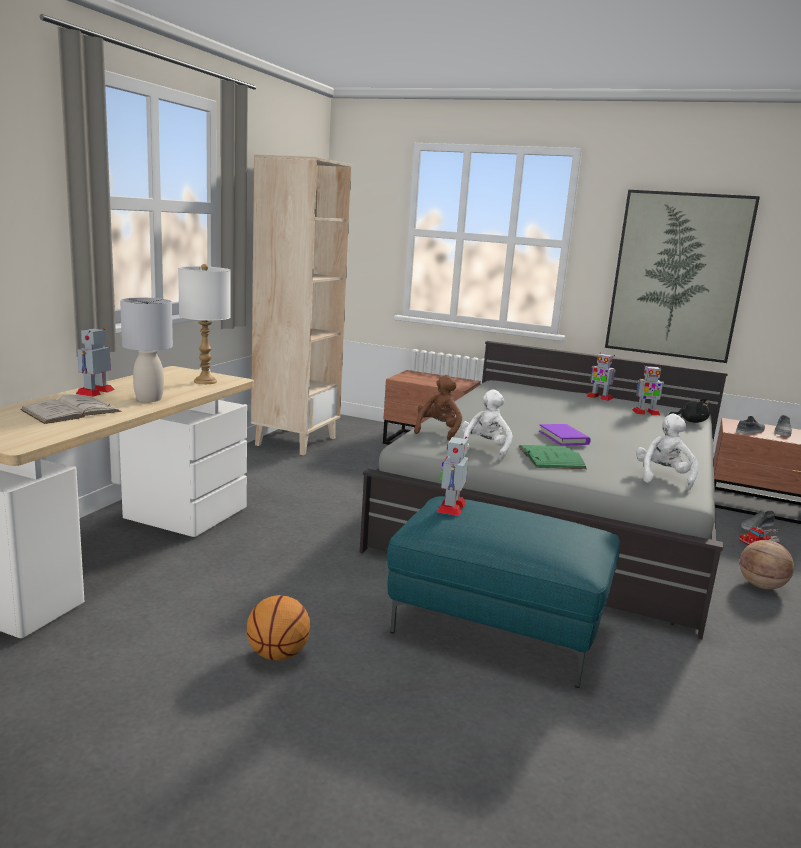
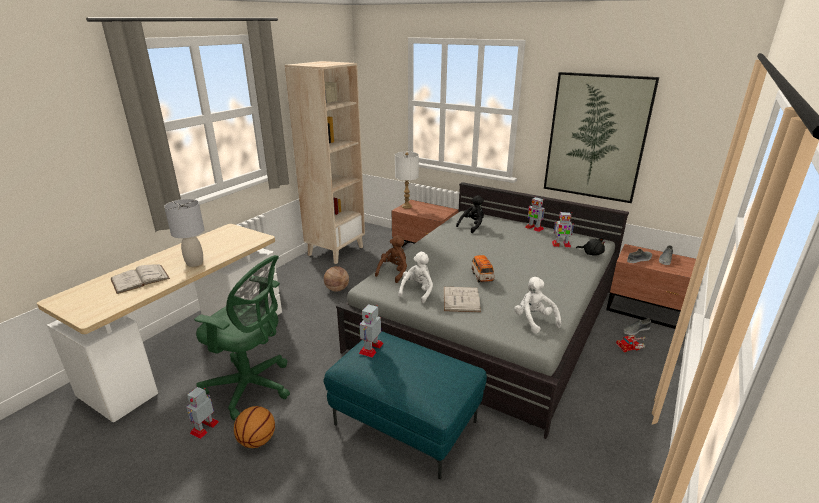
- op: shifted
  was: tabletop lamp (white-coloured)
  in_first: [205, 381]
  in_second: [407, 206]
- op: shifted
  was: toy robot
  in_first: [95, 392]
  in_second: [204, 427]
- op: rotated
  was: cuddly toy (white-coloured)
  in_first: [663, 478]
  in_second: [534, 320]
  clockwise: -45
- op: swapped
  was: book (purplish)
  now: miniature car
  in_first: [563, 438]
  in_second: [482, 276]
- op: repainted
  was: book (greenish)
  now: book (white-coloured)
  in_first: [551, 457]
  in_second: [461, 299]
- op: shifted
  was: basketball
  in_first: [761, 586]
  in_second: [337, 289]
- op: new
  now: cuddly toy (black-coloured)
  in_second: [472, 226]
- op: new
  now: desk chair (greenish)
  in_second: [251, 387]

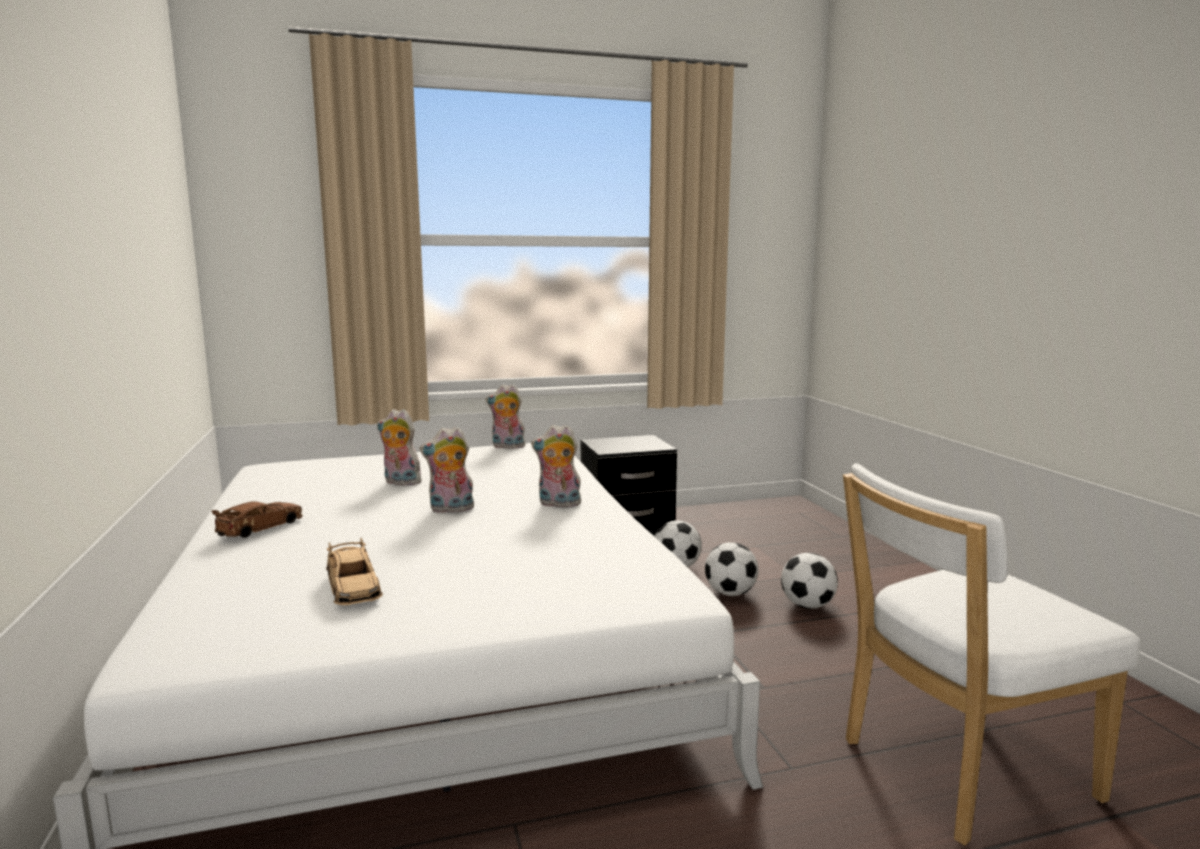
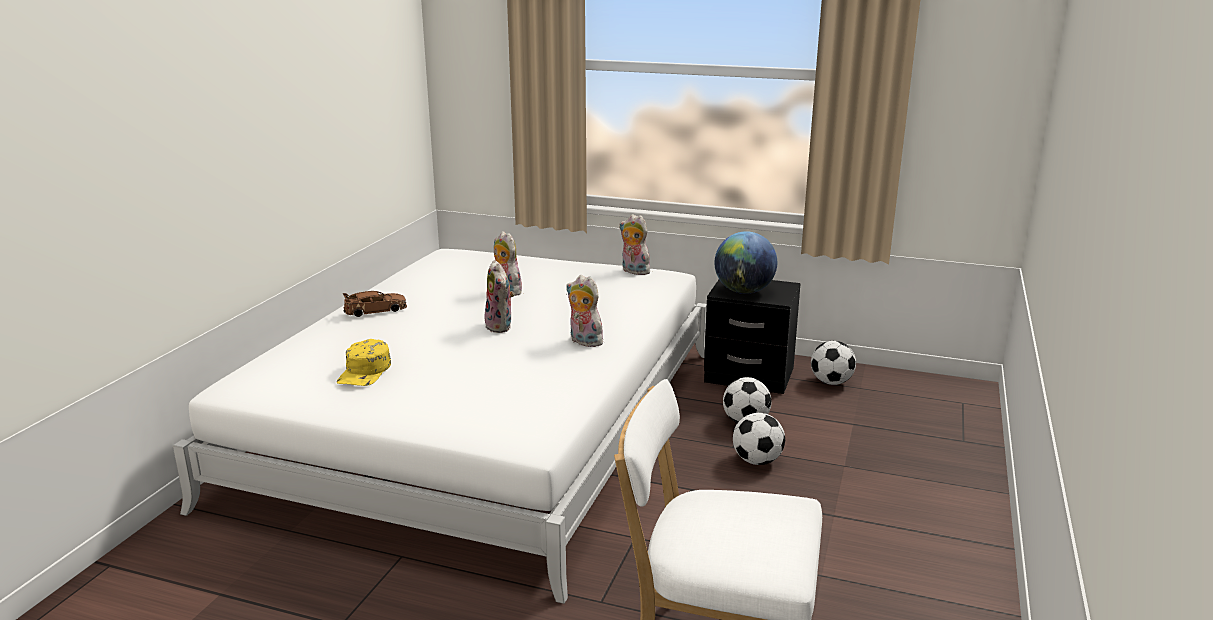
- op: rotated
  was: cuddly toy
  in_first: [450, 509]
  in_second: [501, 326]
  clockwise: -135
- op: swapped
  was: miniature car (beige-coloured)
  now: cap (yellowish)
  in_first: [353, 586]
  in_second: [365, 372]
- op: shifted
  was: ball for football
  in_first: [807, 605]
  in_second: [831, 382]
- op: new
  now: world globe
  in_second: [744, 291]

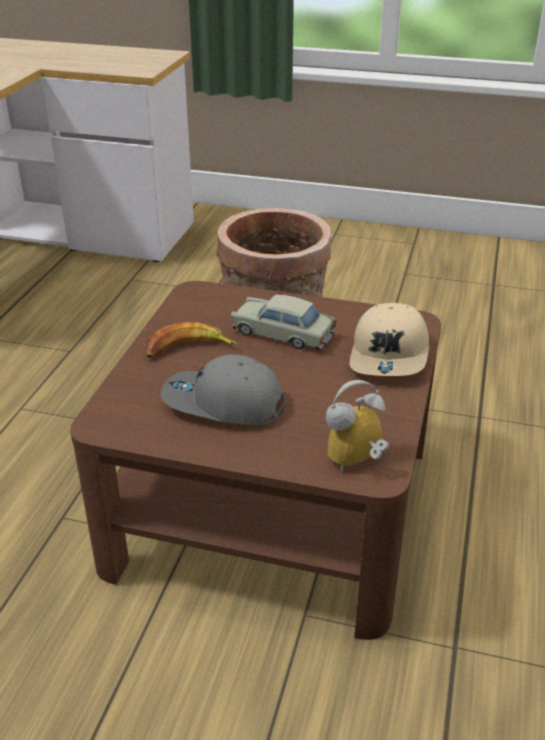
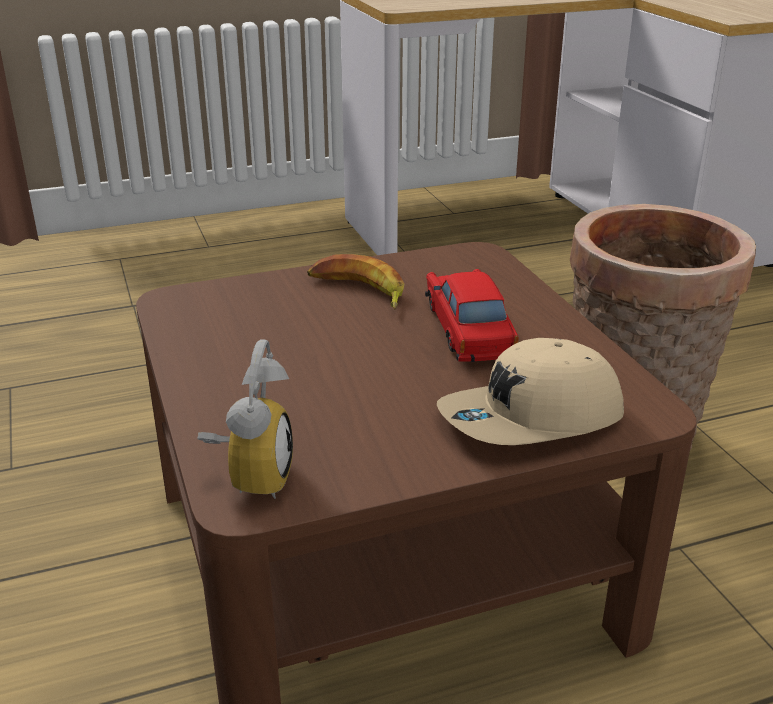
- op: repainted
  was: miniature car (beige-coloured)
  now: miniature car (reddish)
  in_first: [283, 334]
  in_second: [468, 330]
- op: gone
  was: cap (grey)
  in_first: [223, 404]
- op: rotated
  was: table clock
  in_first: [357, 463]
  in_second: [251, 476]
  clockwise: 75

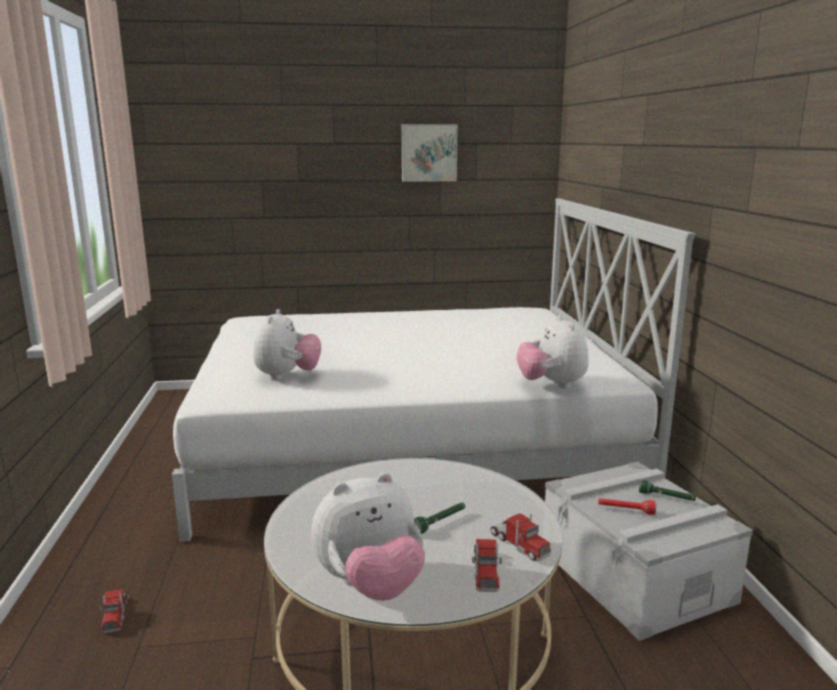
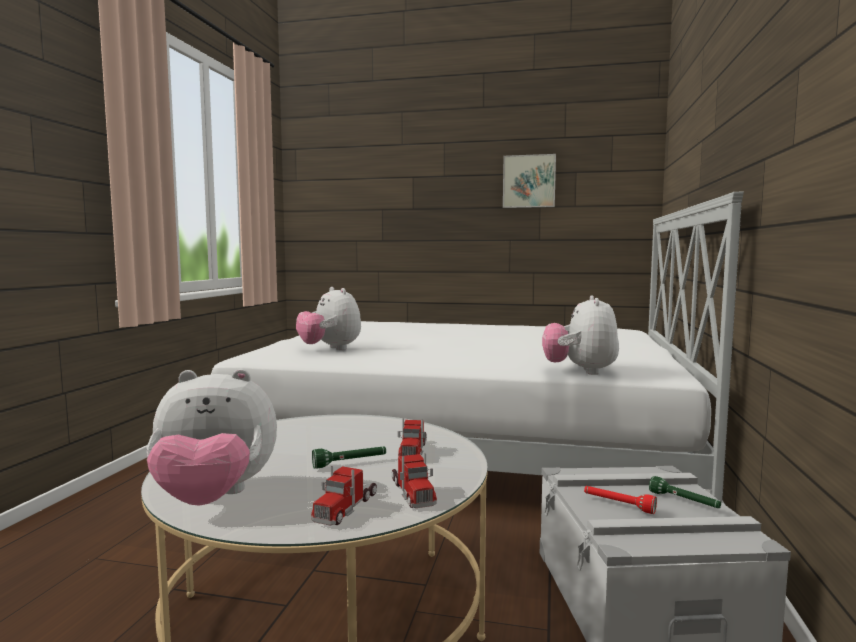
- op: rotated
  was: cuddly toy
  in_first: [287, 376]
  in_second: [330, 349]
  clockwise: 120
- op: shifted
  was: toy lorry
  in_first: [115, 615]
  in_second: [413, 450]

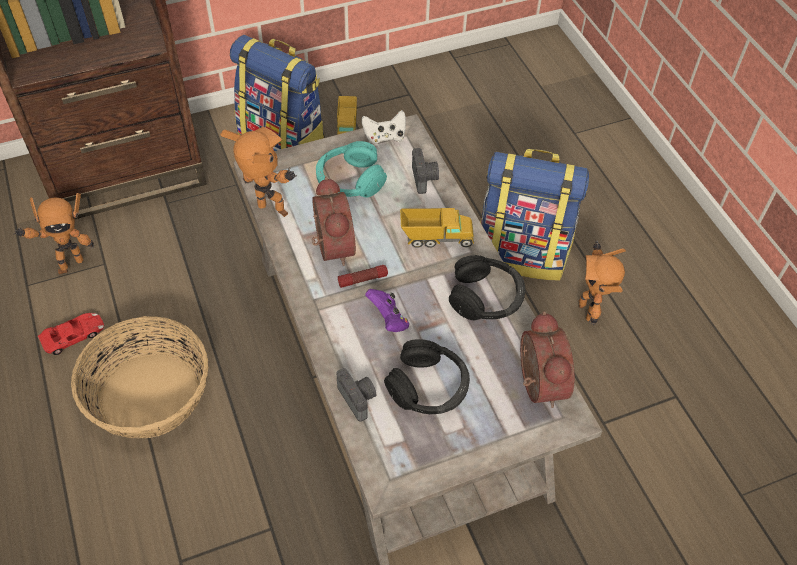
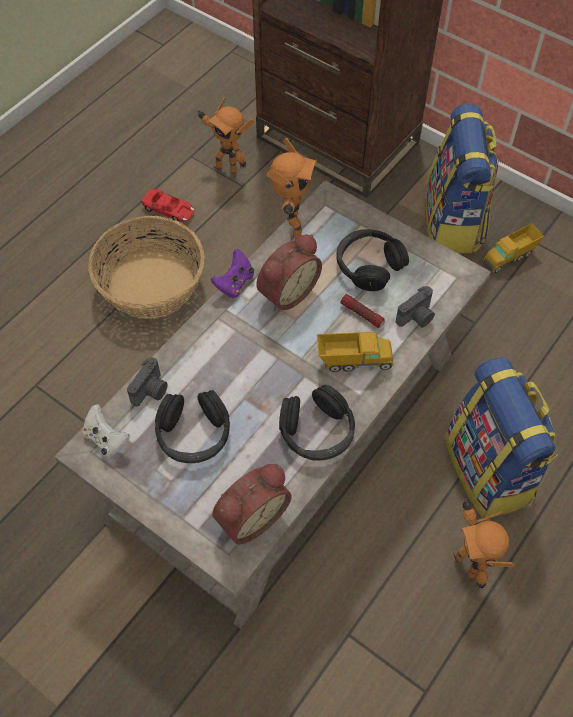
- op: shifted
  was: game controller (white-coloured)
  in_first: [384, 137]
  in_second: [106, 440]
- op: repainted
  was: headset (turquoise-coloured)
  now: headset (black-coloured)
  in_first: [349, 180]
  in_second: [369, 265]
- op: rotated
  was: toy lorry
  in_first: [436, 239]
  in_second: [354, 361]
  clockwise: -60
- op: rotated
  was: toy robot
  in_first: [589, 310]
  in_second: [467, 562]
  clockwise: -75
- op: shifted
  was: hand torch
  in_first: [363, 279]
  in_second: [362, 314]
- op: shifted
  was: game controller (purplish)
  in_first: [388, 319]
  in_second: [234, 283]

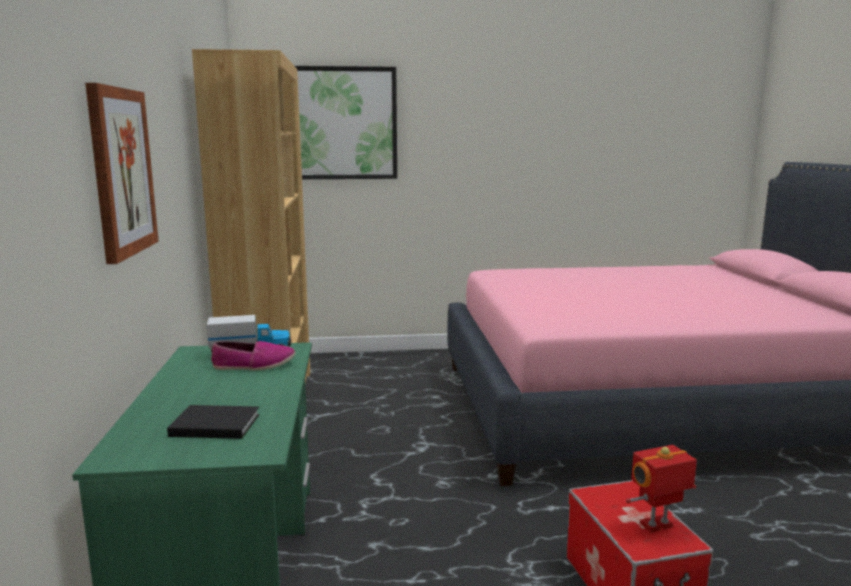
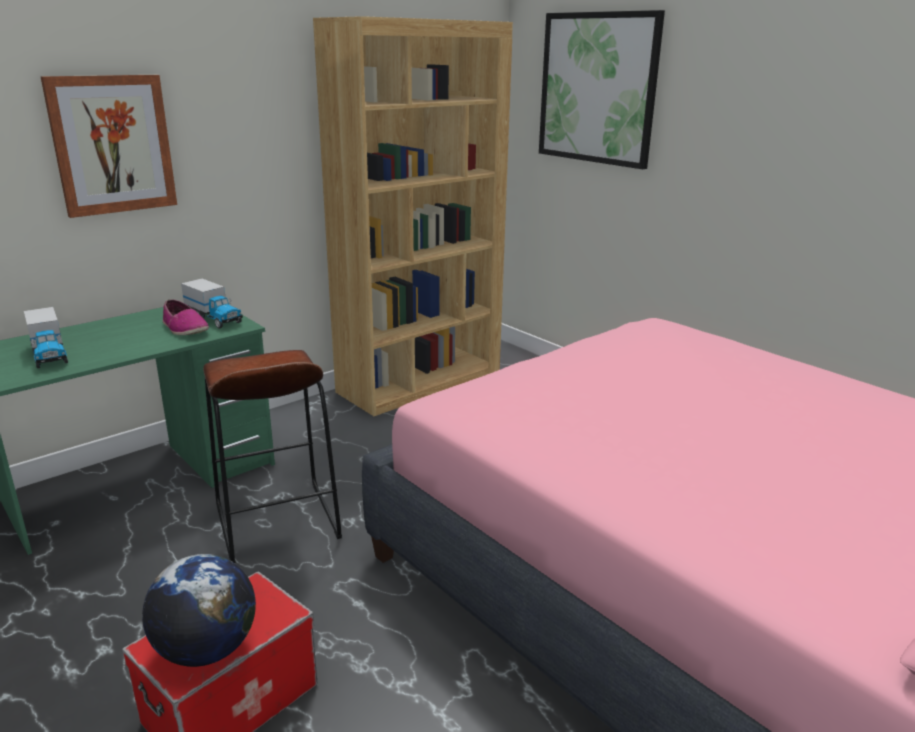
- op: swapped
  was: book (black-coloured)
  now: toy lorry
  in_first: [213, 425]
  in_second: [49, 355]
- op: swapped
  was: toy robot
  now: world globe
  in_first: [657, 526]
  in_second: [206, 649]
- op: new
  now: stool seat (brown)
  in_second: [276, 522]

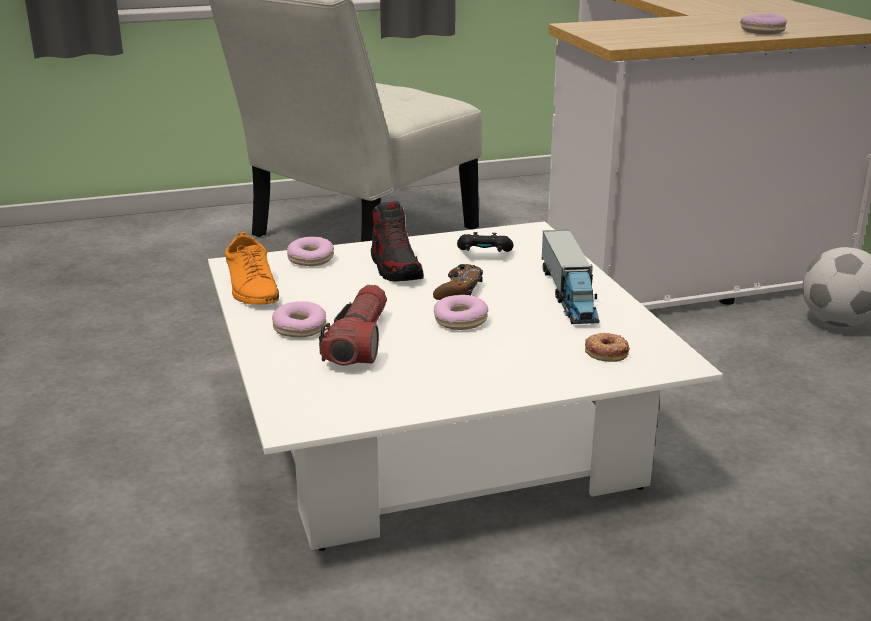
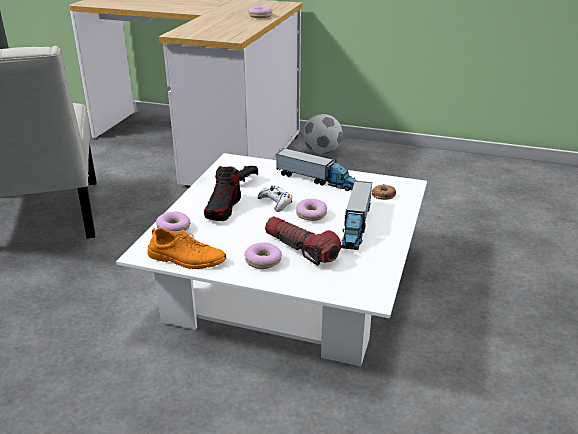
- op: rotated
  was: low shoe
  in_first: [395, 268]
  in_second: [223, 208]
  clockwise: 90
- op: repainted
  was: game controller (brown)
  now: game controller (white-coloured)
  in_first: [458, 290]
  in_second: [275, 202]
- op: new
  now: toy lorry
  in_second: [356, 225]

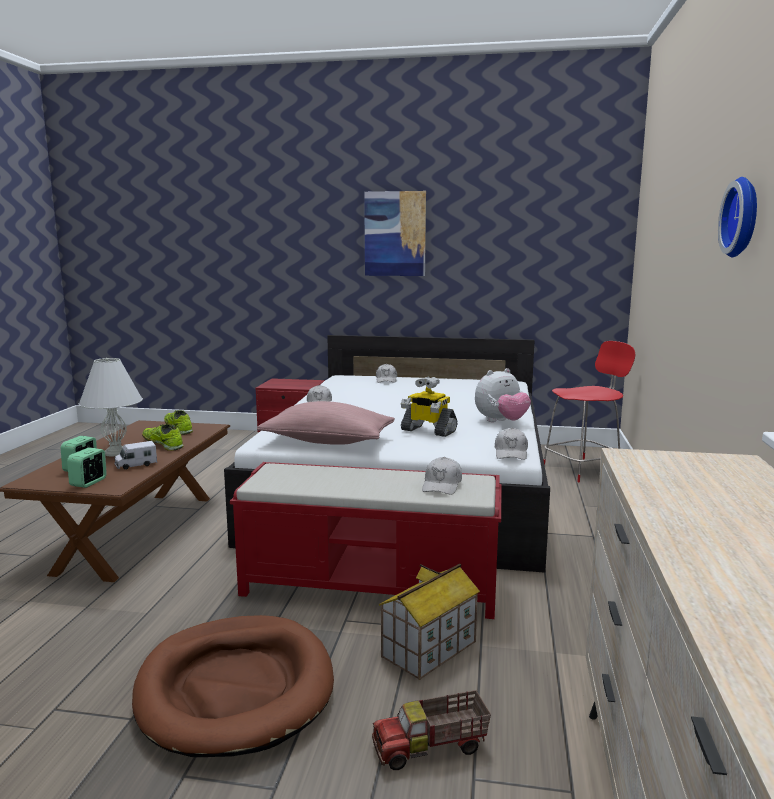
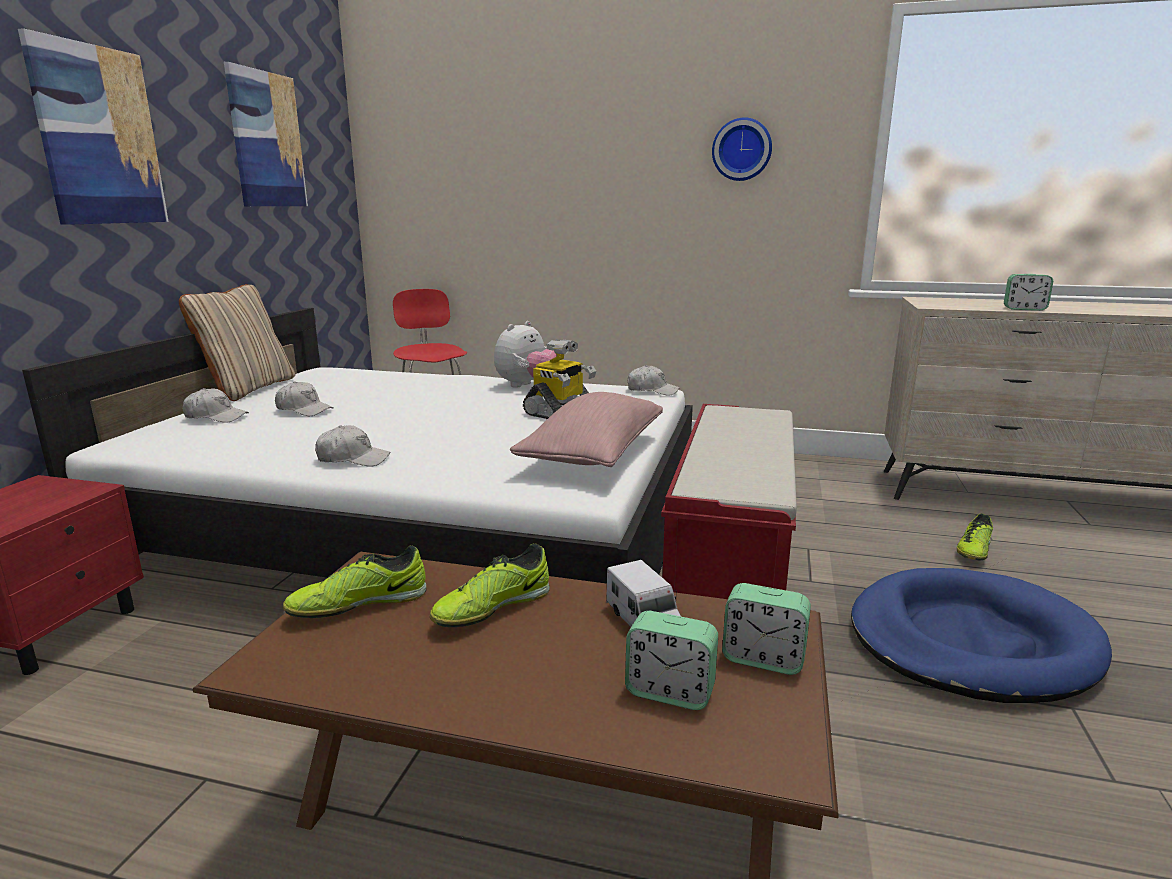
- op: gone
  was: tabletop lamp (white-coloured)
  in_first: [115, 453]
- op: rotated
  was: cuddly toy
  in_first: [501, 422]
  in_second: [527, 386]
  clockwise: 60
- op: shifted
  was: cap (white-coloured)
  in_first: [442, 485]
  in_second: [304, 410]
- op: gone
  was: toy house
  in_first: [429, 649]
- op: repainted
  was: pet bed (brown)
  now: pet bed (bluish)
  in_first: [236, 688]
  in_second: [970, 641]
- op: swapped
  was: toy lorry
  now: low shoe
  in_first: [431, 748]
  in_second: [973, 551]
- op: new
  now: wall art
  in_second: [267, 140]
- op: new
  now: table clock
  in_second: [1024, 309]
- op: new
  now: pillow (beige-coloured)
  in_second: [248, 389]

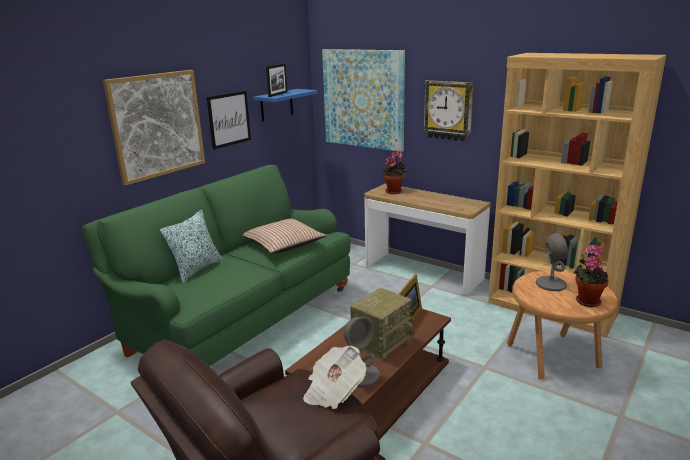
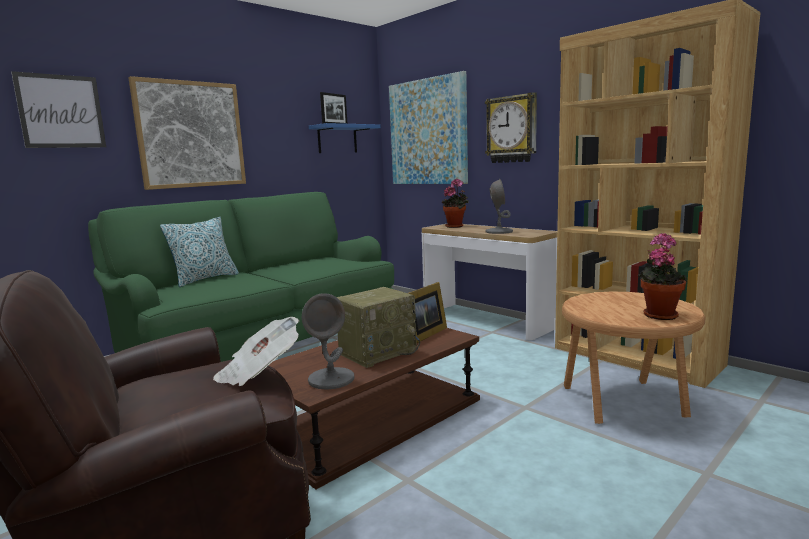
- op: shifted
  was: wall art
  in_first: [229, 119]
  in_second: [61, 111]
- op: gone
  was: pillow
  in_first: [283, 244]
- op: shifted
  was: tabletop lamp (grey)
  in_first: [550, 284]
  in_second: [499, 231]

